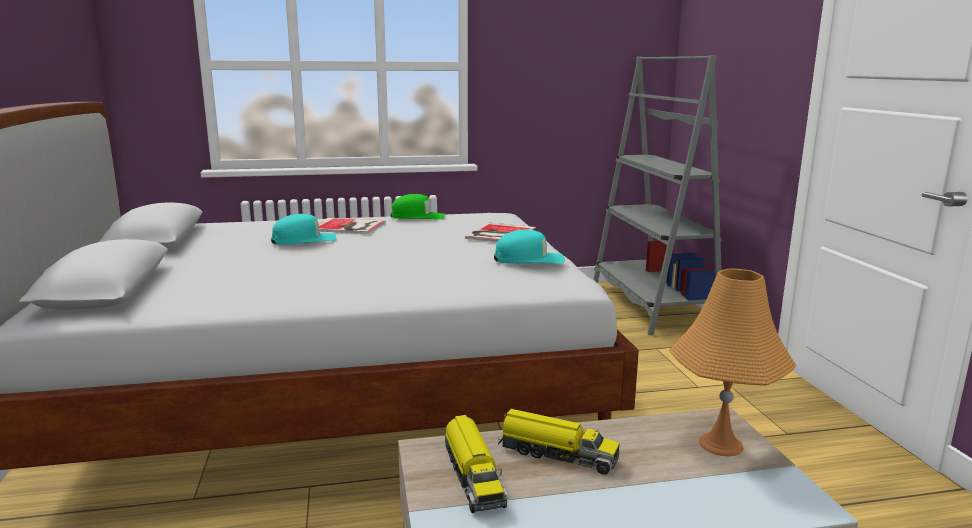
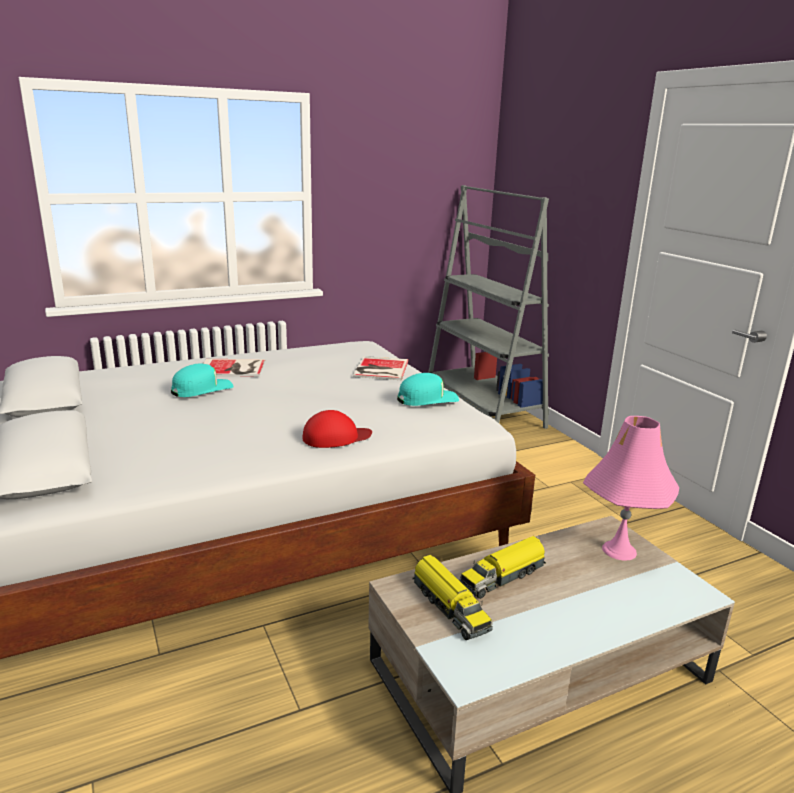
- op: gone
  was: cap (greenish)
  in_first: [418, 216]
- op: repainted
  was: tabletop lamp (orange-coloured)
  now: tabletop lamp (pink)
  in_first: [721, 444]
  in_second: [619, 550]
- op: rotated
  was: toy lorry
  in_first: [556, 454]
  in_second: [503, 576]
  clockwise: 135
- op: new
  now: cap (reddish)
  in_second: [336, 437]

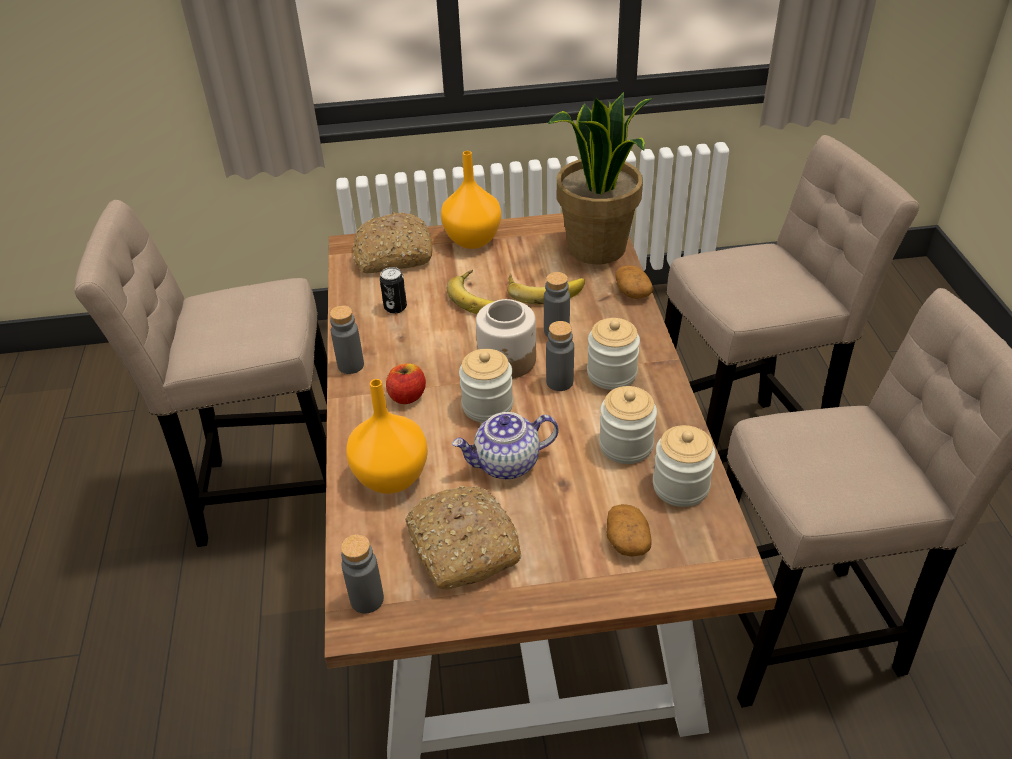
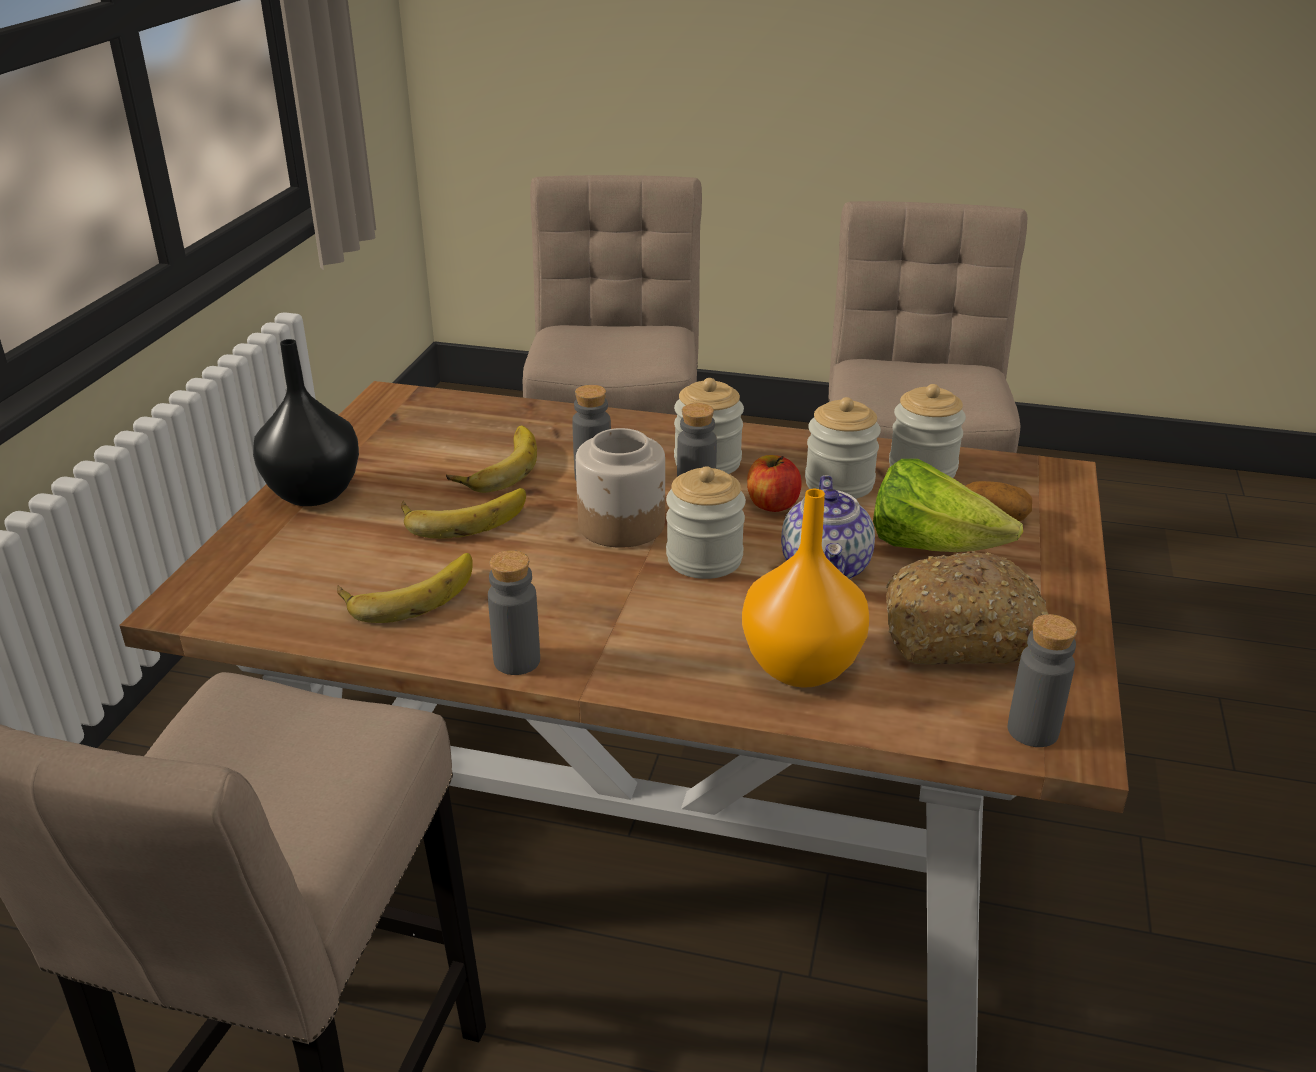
- op: gone
  was: houseplant
  in_first: [597, 249]
- op: repainted
  was: vase (orange-coloured)
  now: vase (black-coloured)
  in_first: [472, 240]
  in_second: [315, 493]
- op: gone
  was: bakery bread
  in_first: [393, 255]
- op: gone
  was: spud
  in_first: [632, 292]
- op: swapped
  was: can
  now: banana fruit
  in_first: [395, 307]
  in_second: [409, 592]
- op: shifted
  was: whole apple
  in_first: [407, 396]
  in_second: [772, 504]
- op: new
  now: head of lettuce
  in_second: [931, 546]

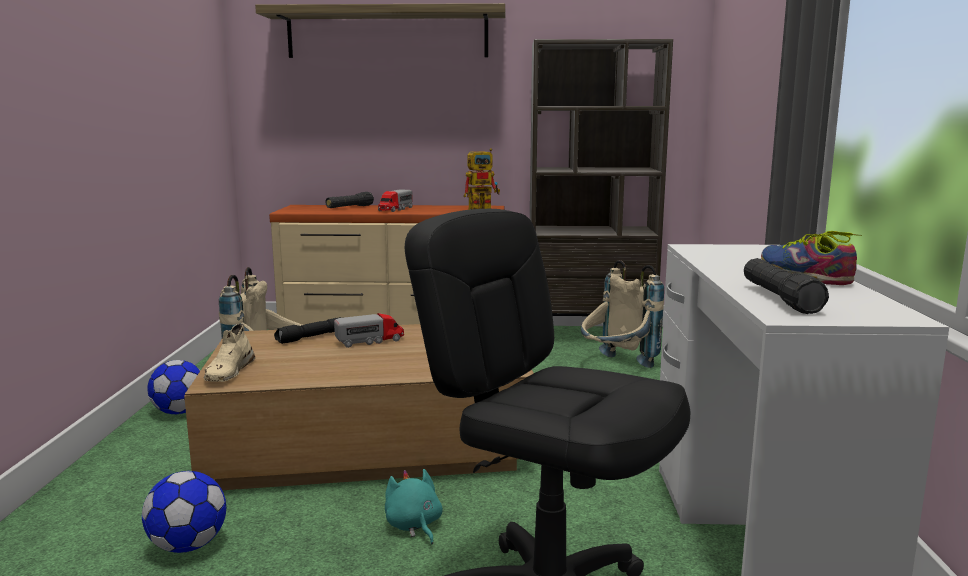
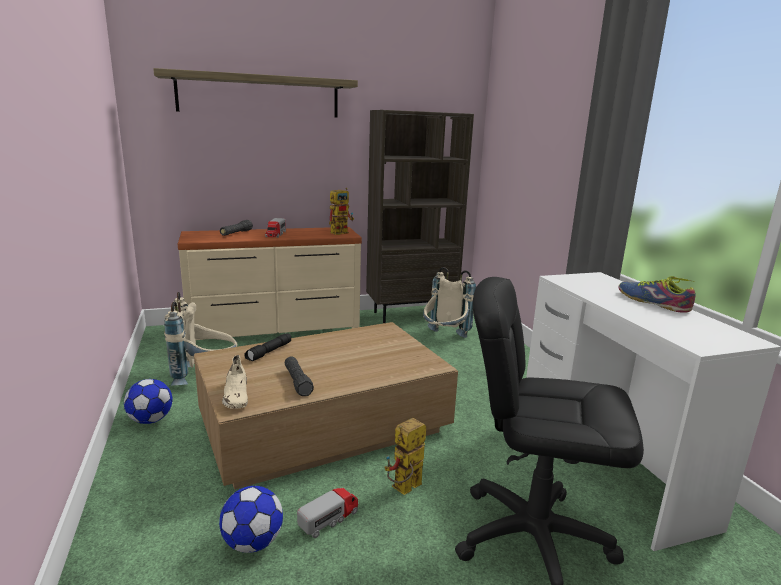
- op: shifted
  was: hand torch (black-coloured)
  in_first: [779, 299]
  in_second: [297, 382]
- op: shifted
  was: toy lorry
  in_first: [370, 341]
  in_second: [329, 519]
- op: swapped
  was: cuddly toy (turquoise-coloured)
  now: toy robot
  in_first: [414, 525]
  in_second: [404, 490]

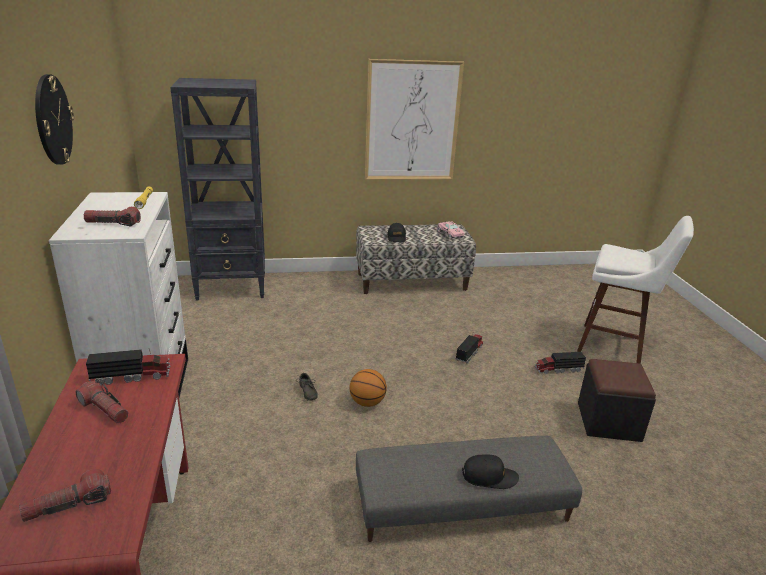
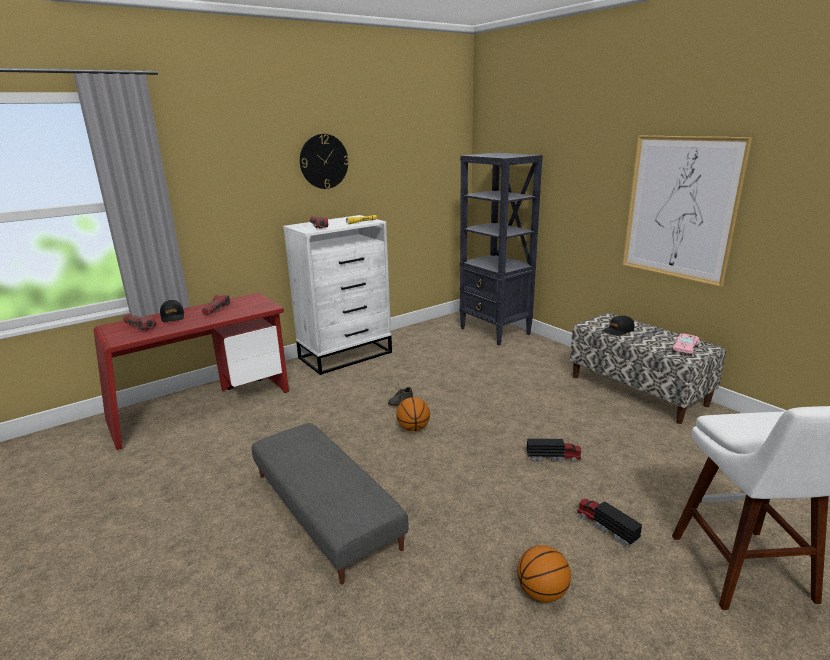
- op: gone
  was: toy lorry
  in_first: [132, 376]
- op: swapped
  was: ottoman (black-coloured)
  now: basketball
  in_first: [608, 422]
  in_second: [541, 592]
- op: shifted
  was: cap (black-coloured)
  in_first: [489, 477]
  in_second: [172, 317]

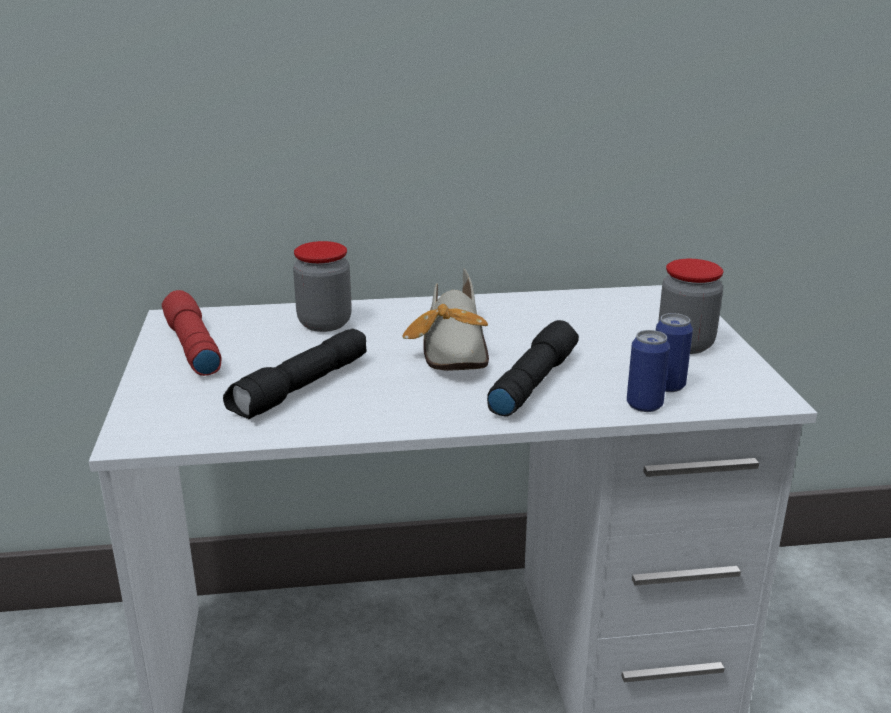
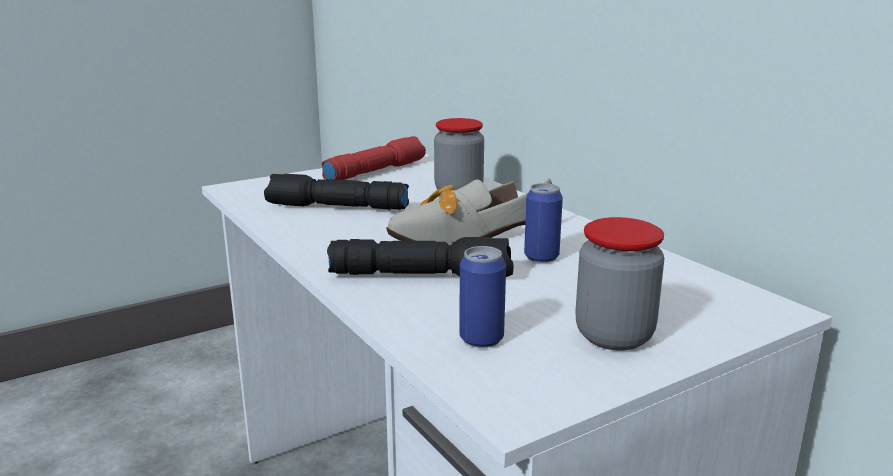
- op: shifted
  was: can
  in_first: [644, 405]
  in_second: [541, 257]

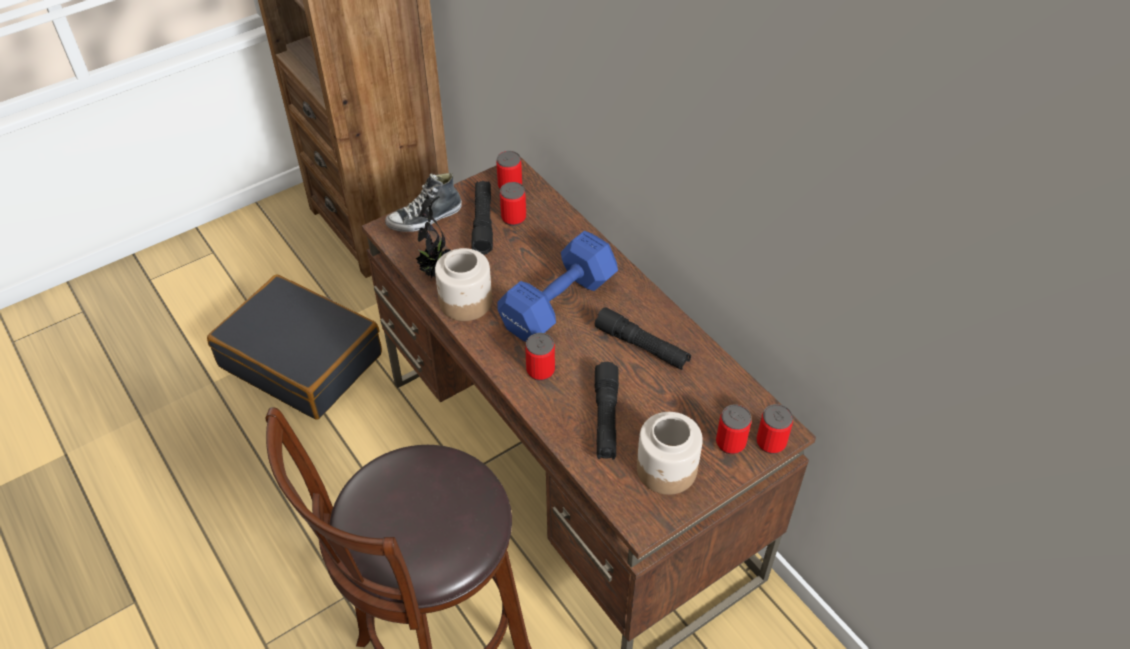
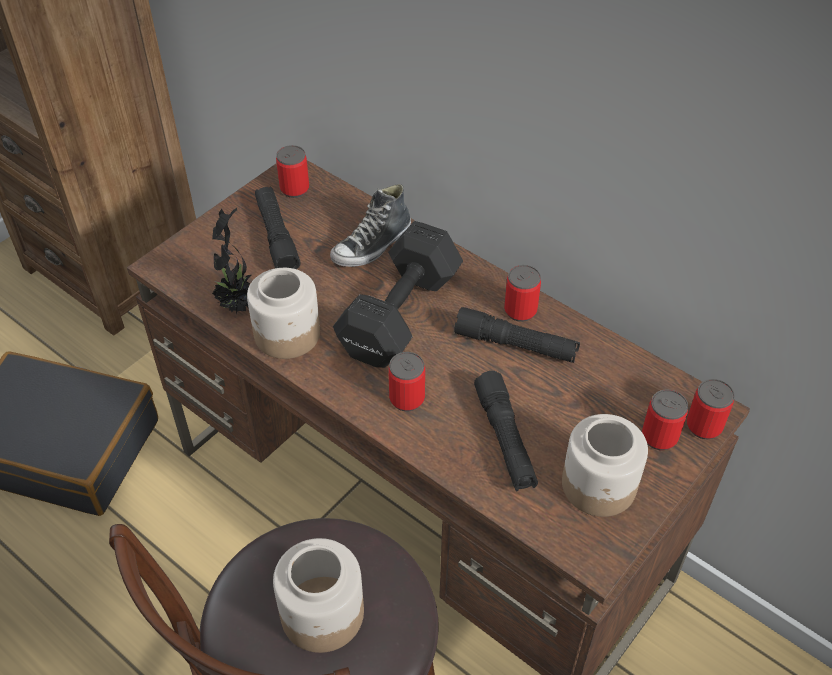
- op: shifted
  was: low shoe
  in_first: [425, 218]
  in_second: [372, 246]
- op: shifted
  was: can
  in_first: [513, 218]
  in_second: [520, 310]
- op: repainted
  was: dumbbell (bluish)
  now: dumbbell (black-coloured)
  in_first: [555, 305]
  in_second: [397, 316]
- op: new
  now: jar
  in_second: [321, 613]

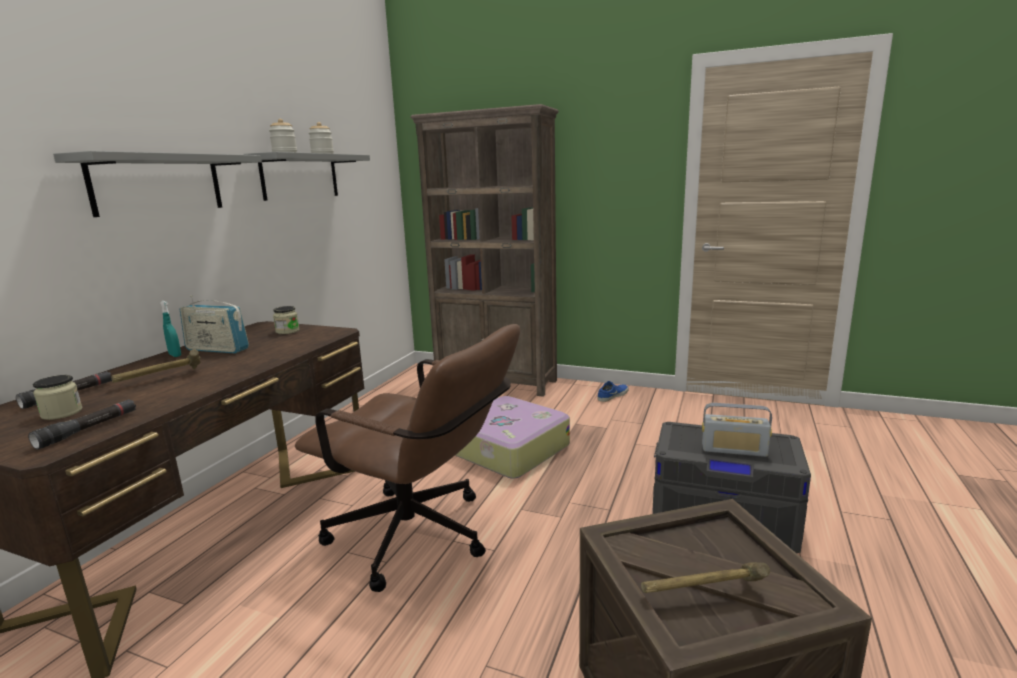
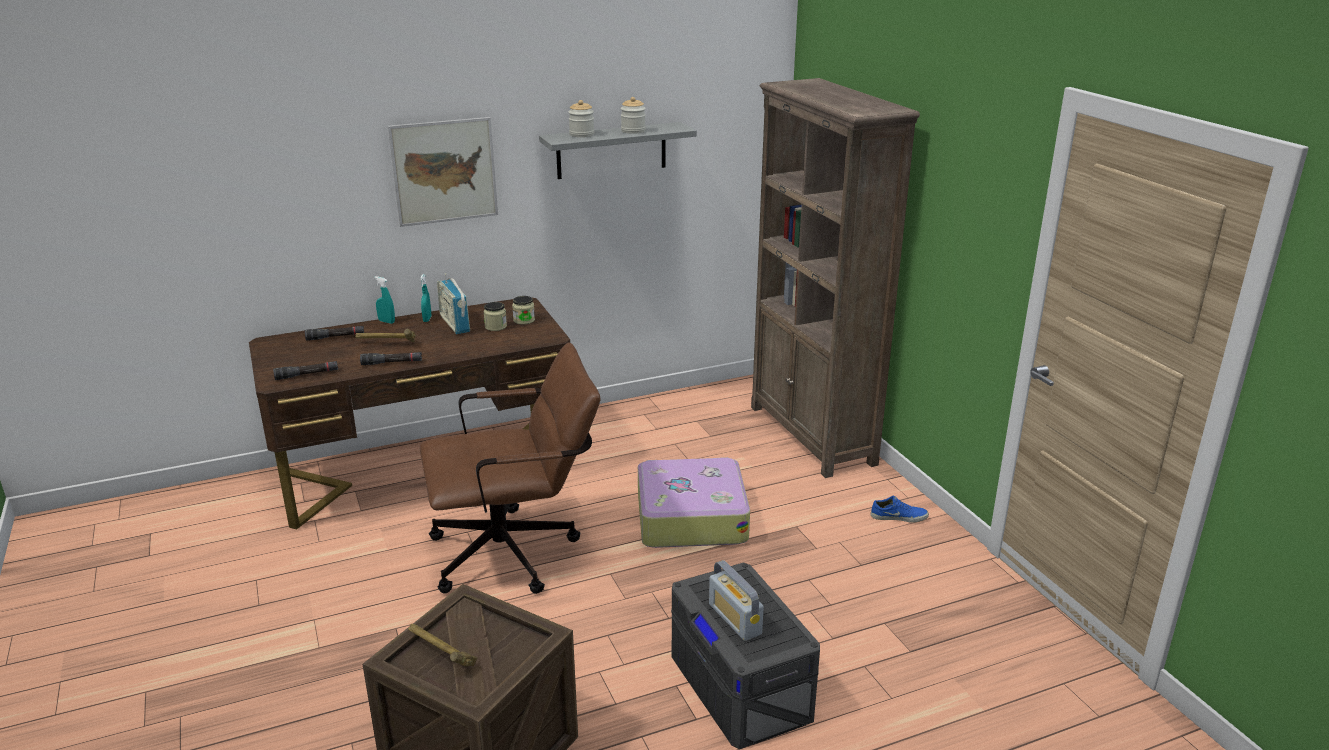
- op: swapped
  was: shelf (grey)
  now: wall art
  in_first: [158, 184]
  in_second: [444, 171]
- op: rotated
  was: desk chair (brown)
  in_first: [422, 539]
  in_second: [517, 552]
  clockwise: -90
- op: shifted
  was: jar
  in_first: [62, 413]
  in_second: [495, 327]
- op: new
  now: hand sprayer (turquoise-coloured)
  in_second: [386, 322]
- op: new
  now: hand torch (black-coloured)
  in_second: [392, 363]

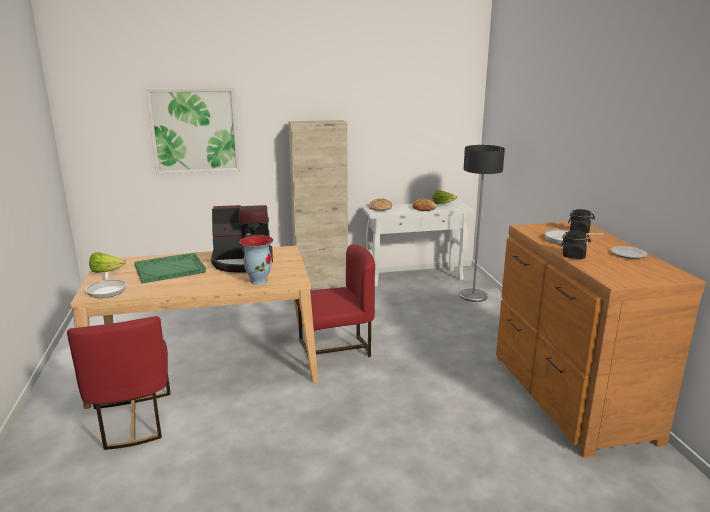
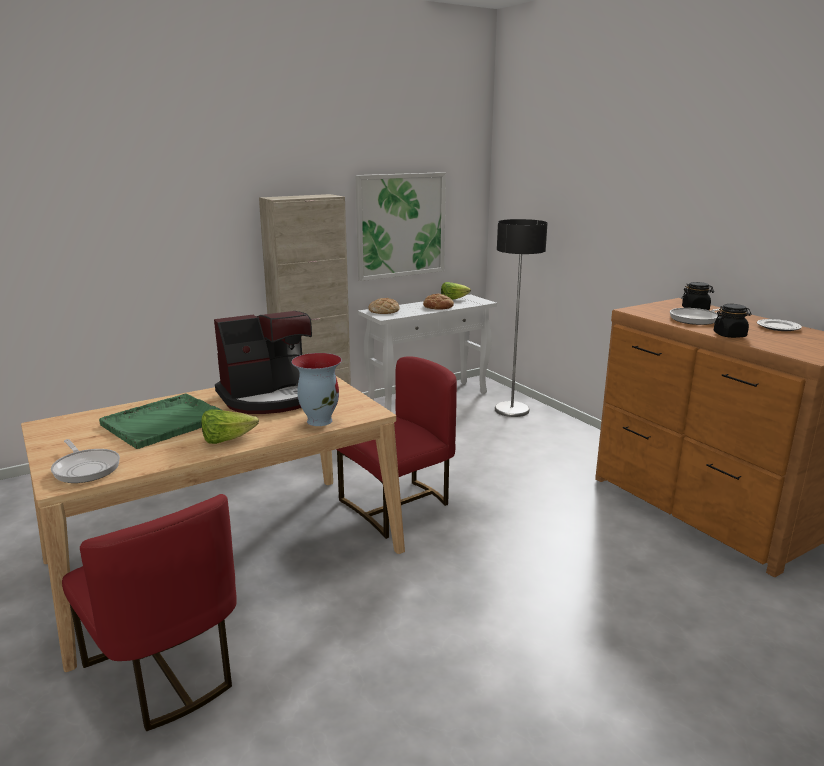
- op: shifted
  was: wall art
  in_first: [194, 130]
  in_second: [401, 225]
- op: shifted
  was: head of lettuce
  in_first: [106, 271]
  in_second: [227, 440]

